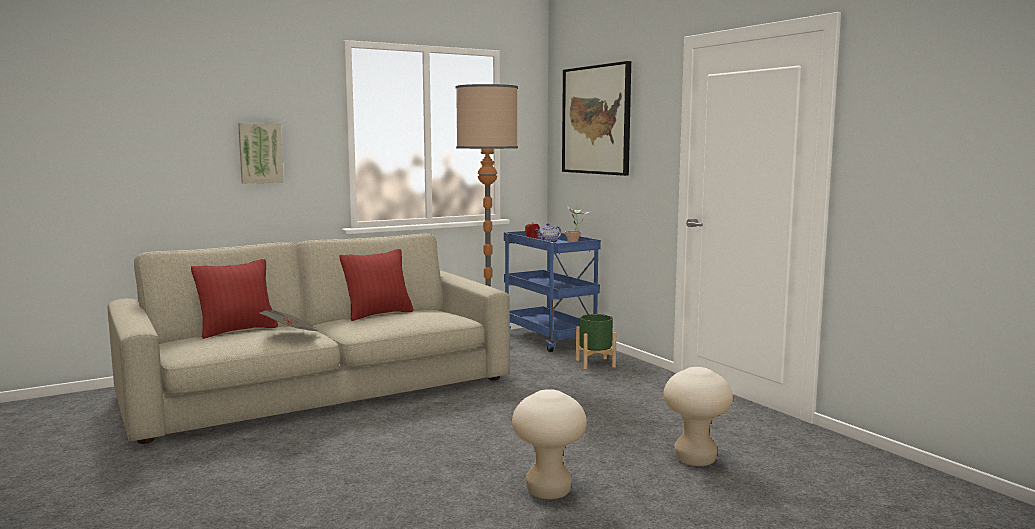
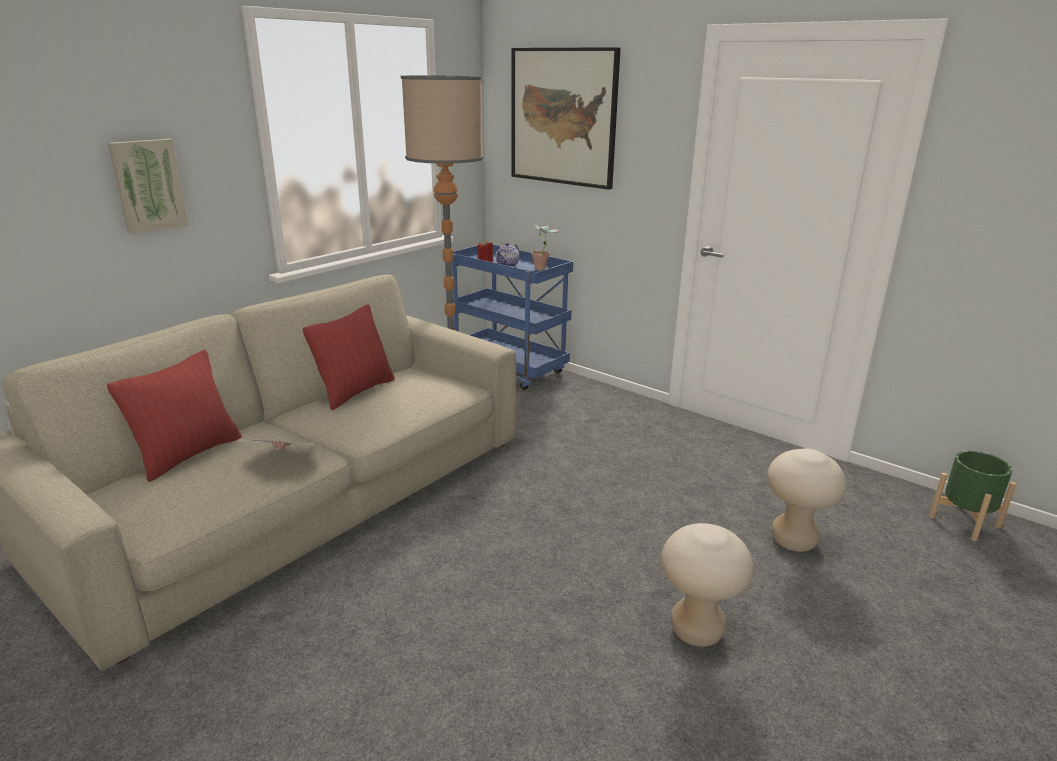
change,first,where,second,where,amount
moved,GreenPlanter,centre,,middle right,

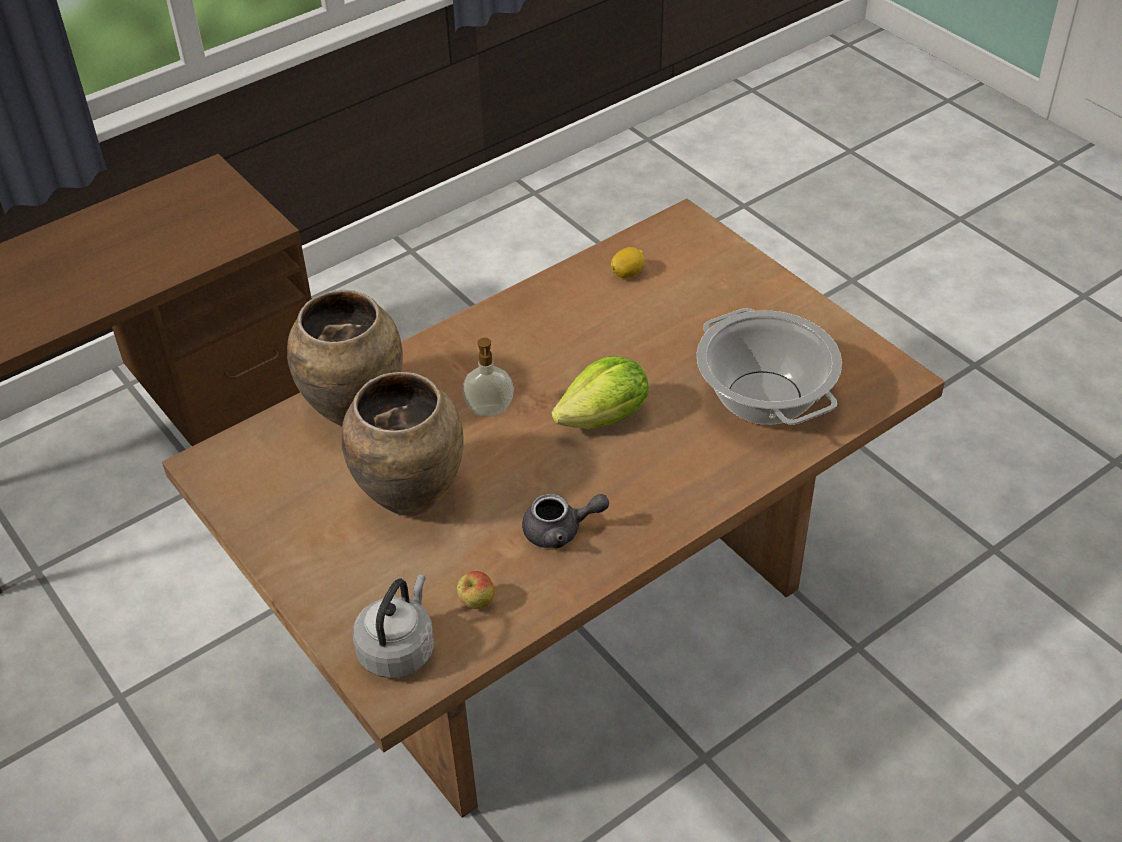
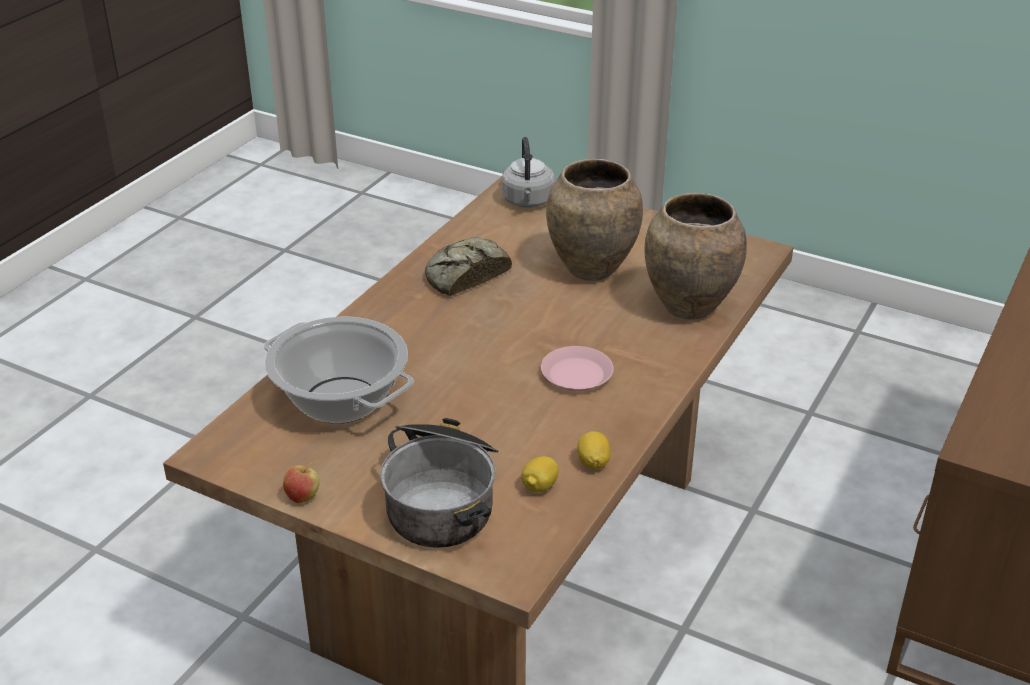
change,first,where,second,where,amount
removed,SoapDispenser,centre,,,
removed,Lettuce,centre,,,
added,,,CookingPot (2nd from left),bottom centre,
added,,,PinkPlate,centre,
added,,,Lemon (2nd from left),centre,
moved,Apple,bottom centre,,bottom left,
replaced,GreyTeapot,centre,Bread,centre,

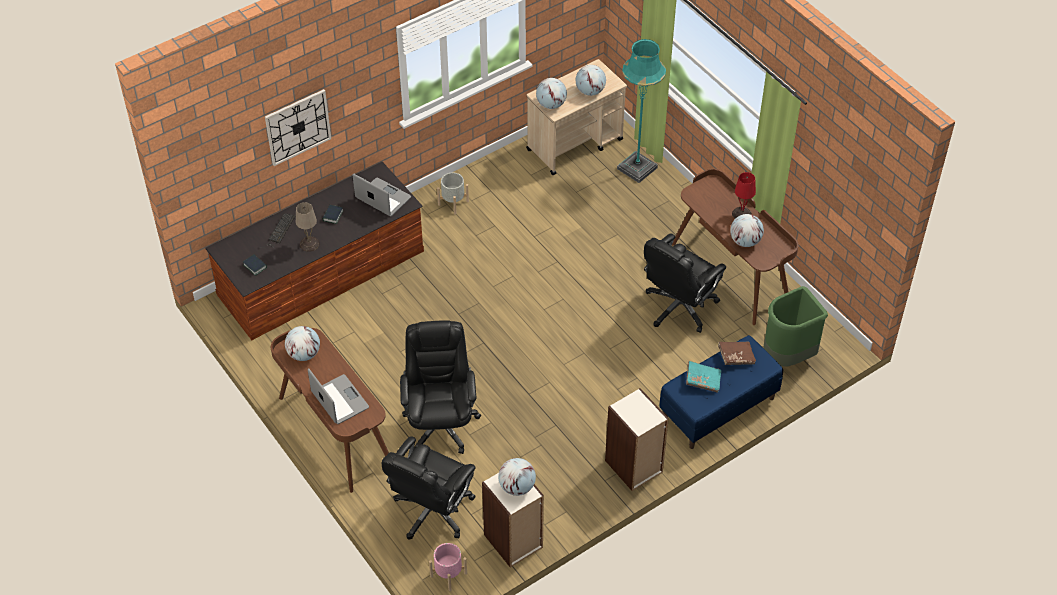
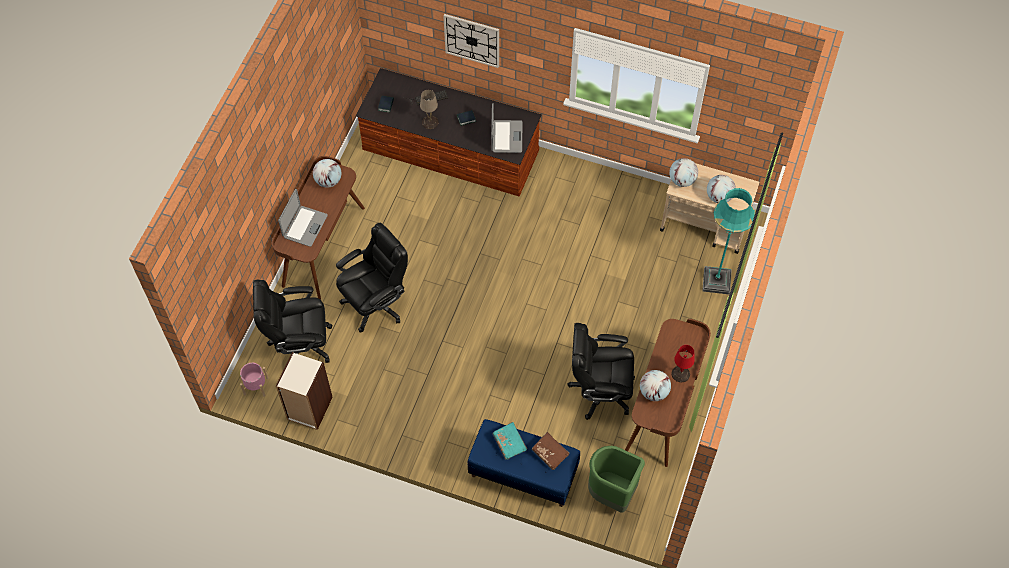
change,first,where,second,where,amount
removed,GreyPlanter,top centre,,,
removed,Globe (2nd from left),bottom centre,,,
removed,Bookcase (2nd from left),bottom centre,,,

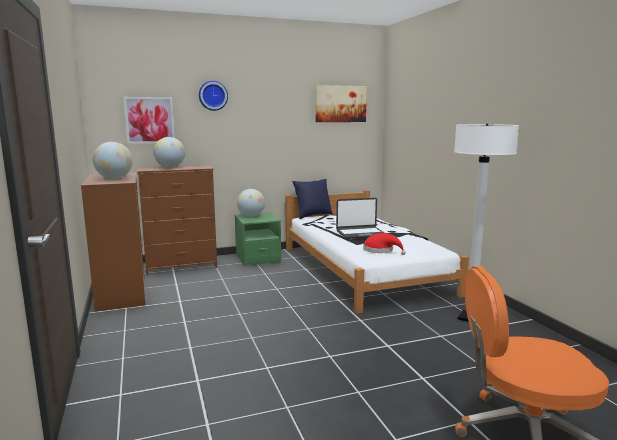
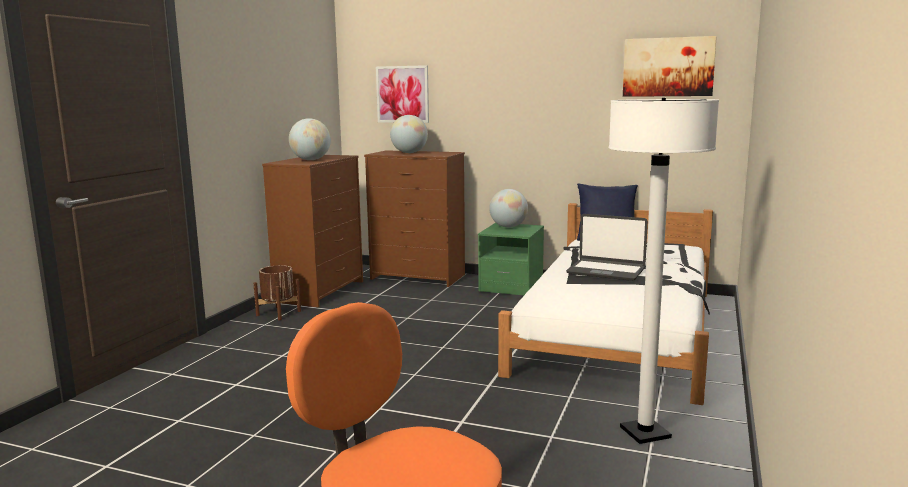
change,first,where,second,where,amount
removed,WallClock,top centre,,,
removed,RedHat,centre,,,
added,,,BrownPlanter,middle left,

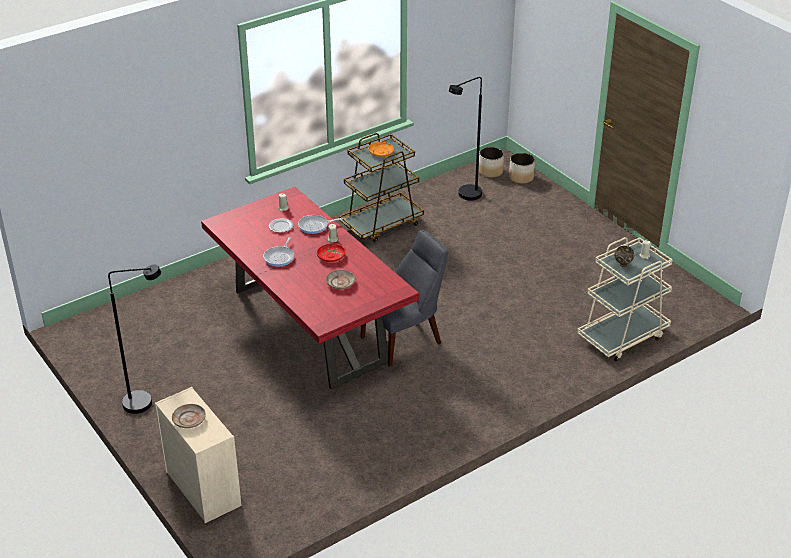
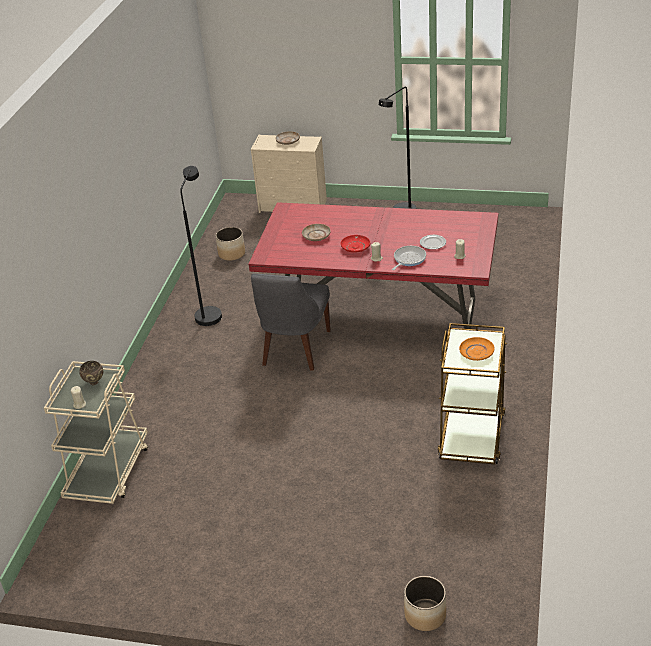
change,first,where,second,where,amount
removed,FryingPan (1st from left),centre,,,
moved,BlackFloorLamp (2nd from left in the first image),top centre,BlackFloorLamp (1st from left),middle left,
moved,Planter (1st from left),top centre,,centre,

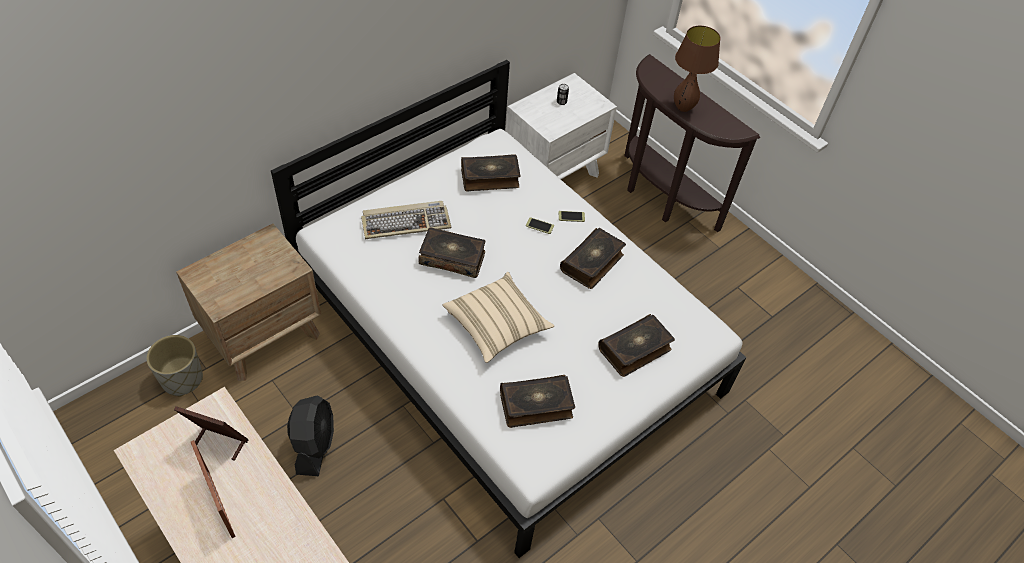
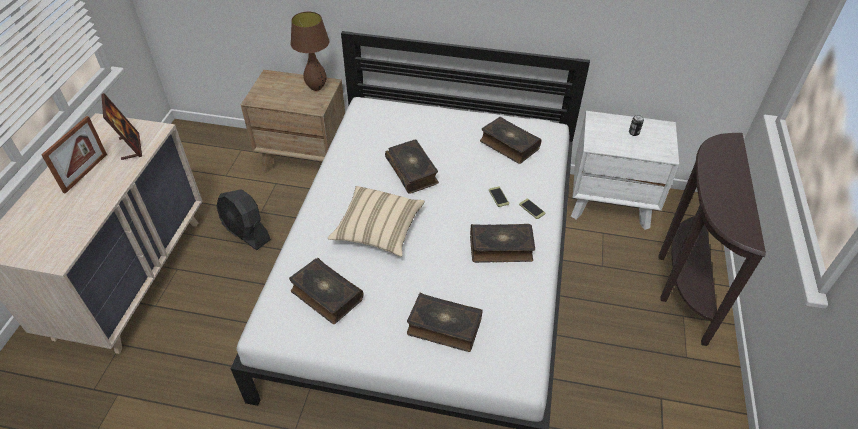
change,first,where,second,where,amount
removed,GreyPlanter,middle left,,,
removed,Keyboard,centre,,,
moved,BrownTableLamp,top right,,top centre,
turned,BlackFan,bottom left,,middle left,75 degrees clockwise

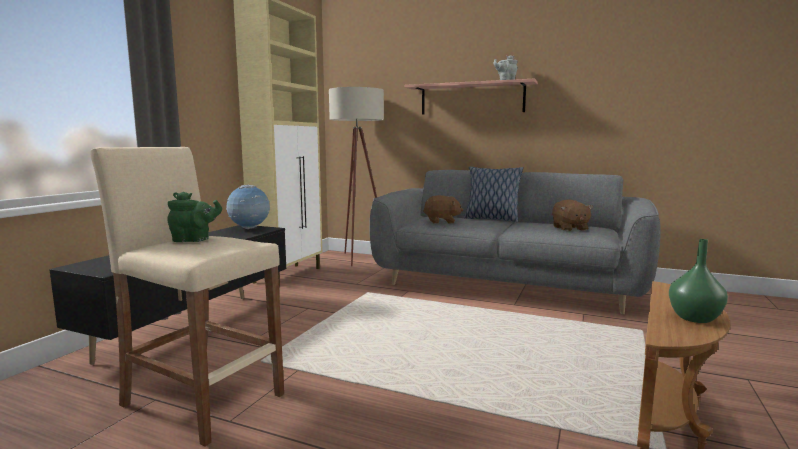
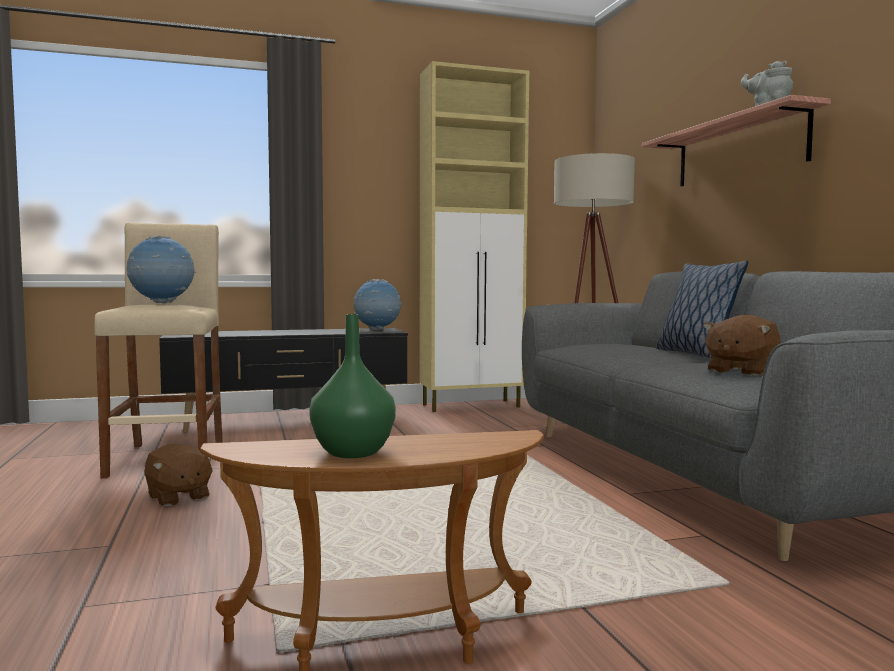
change,first,where,second,where,amount
moved,BrownPlushToy (1st from left),centre,,bottom left,
replaced,GreenTeapot,middle left,Globe (1st from left),middle left,

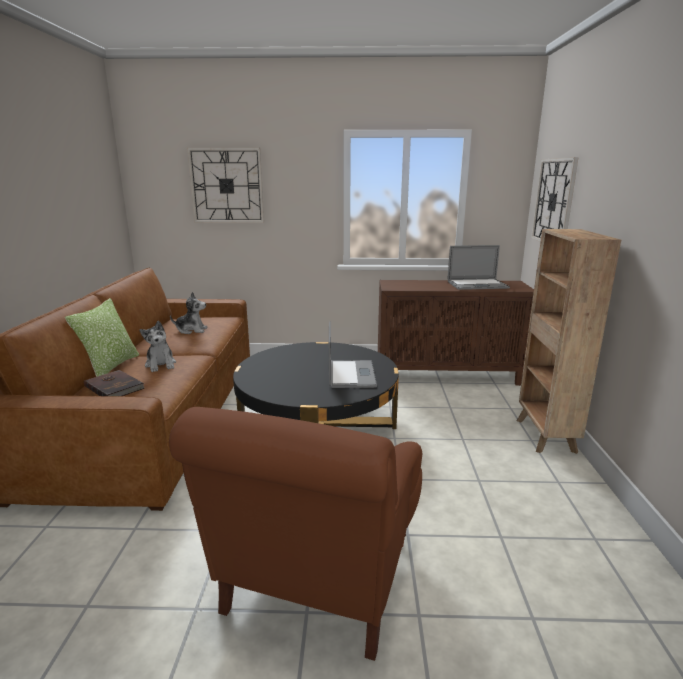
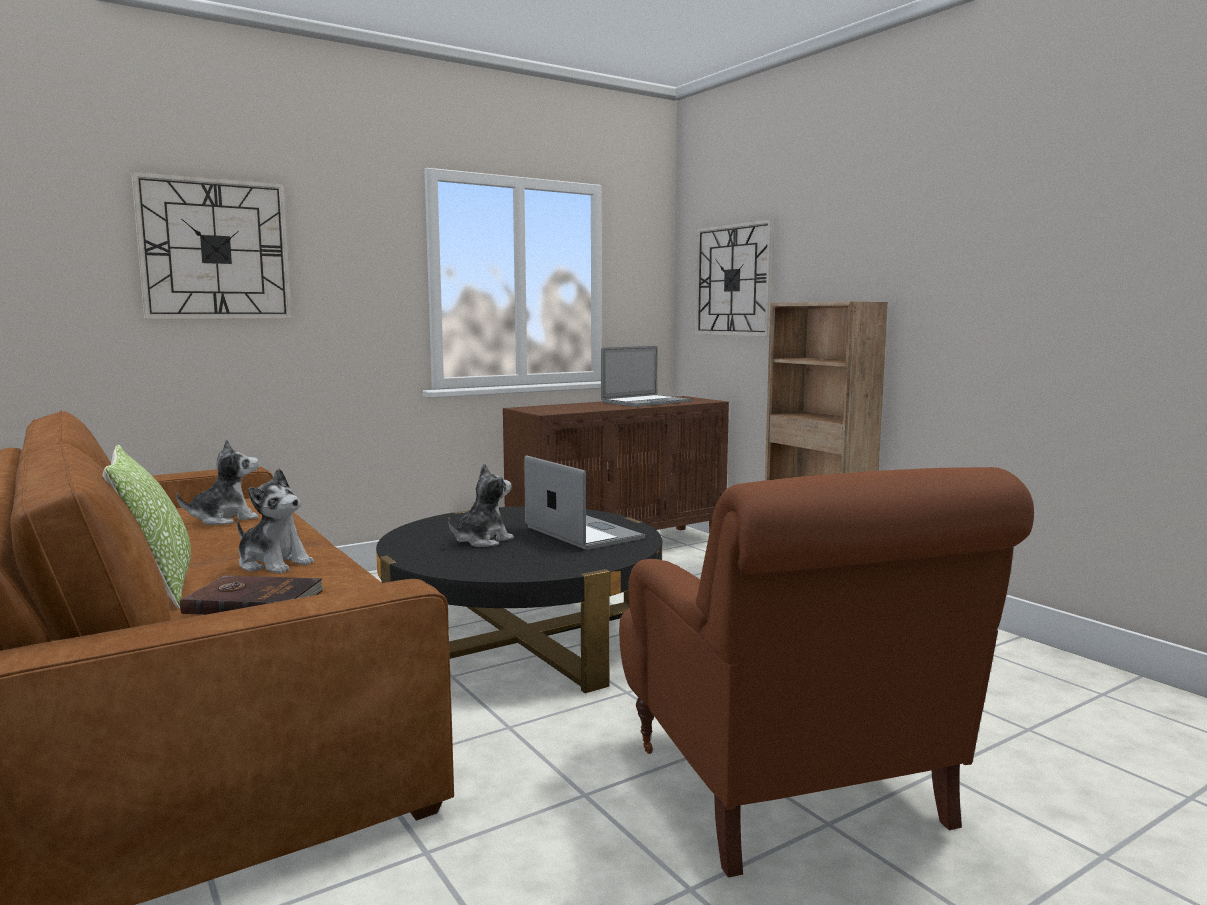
change,first,where,second,where,amount
added,,,PlushToy (3rd from left),centre,

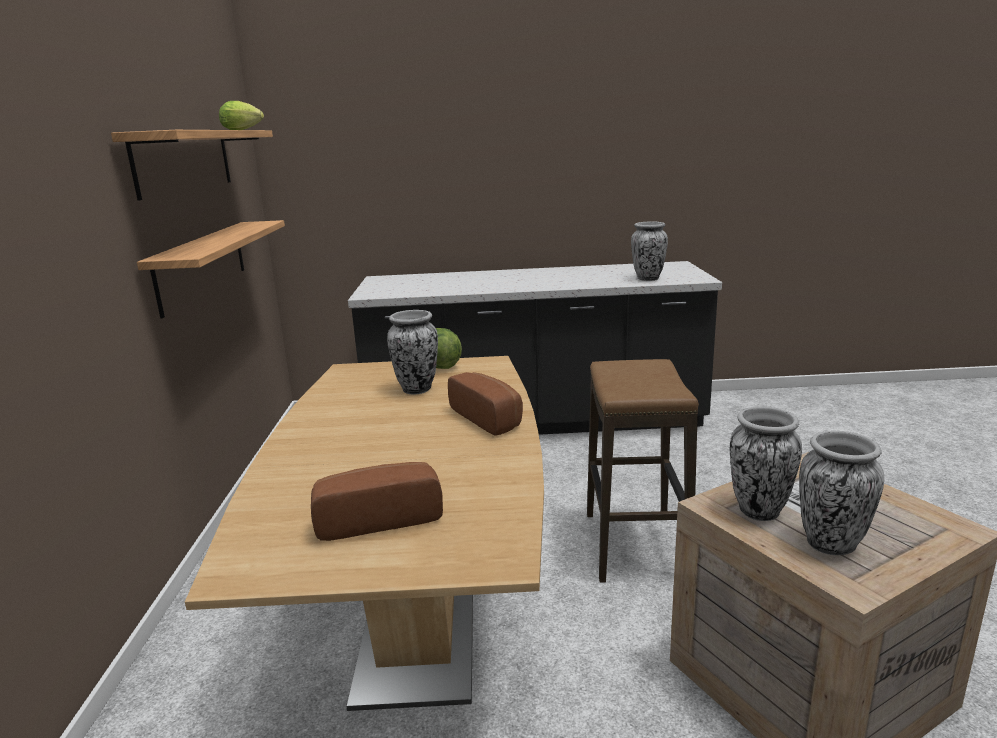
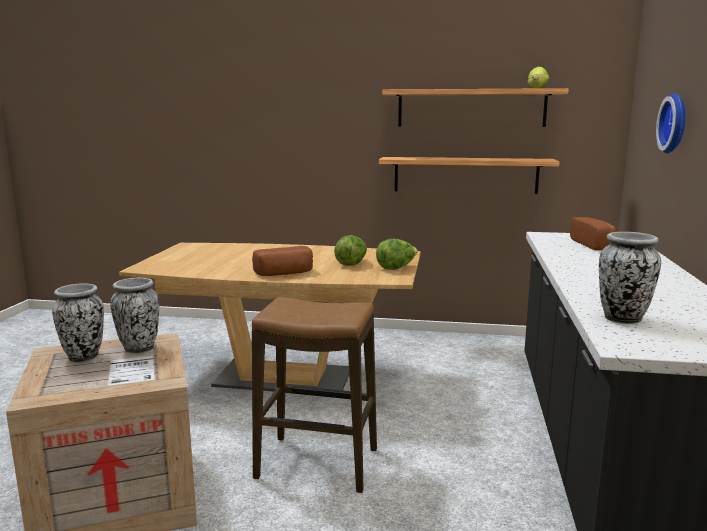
change,first,where,second,where,amount
added,,,WallClock,top right,
moved,Bread (1st from left in the first image),bottom centre,Bread (2nd from left),middle right,
replaced,Vase (1st from left),centre,Lettuce (1st from left),centre,

